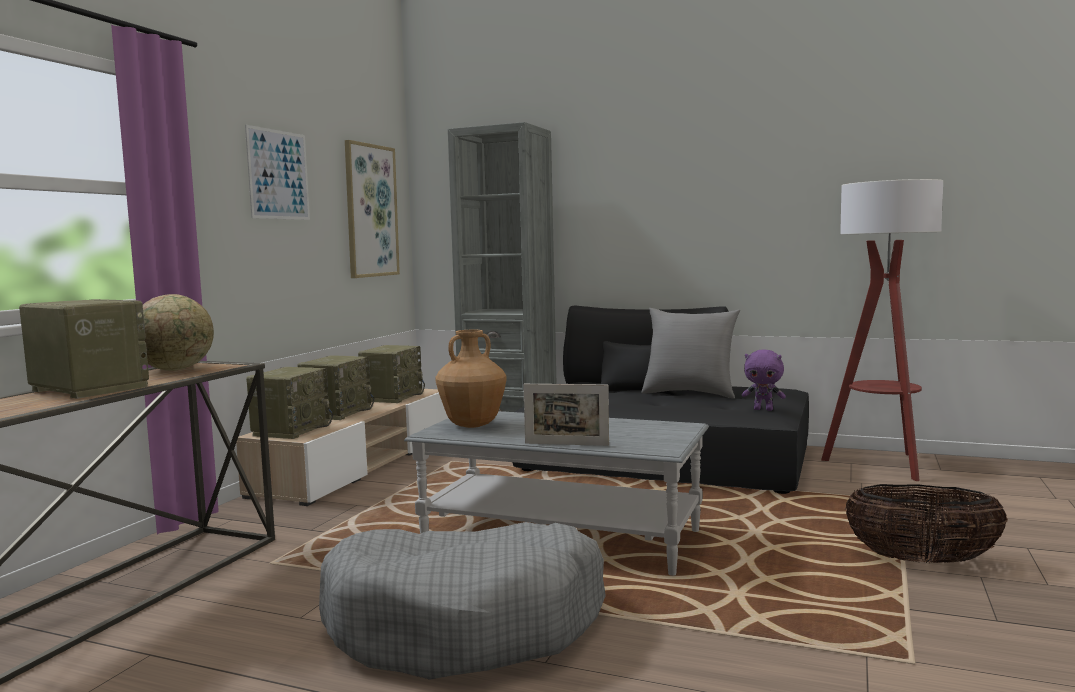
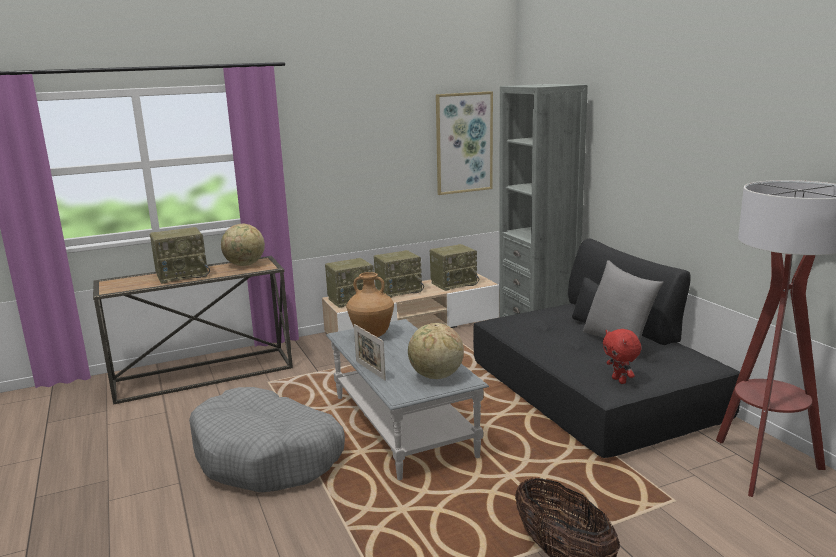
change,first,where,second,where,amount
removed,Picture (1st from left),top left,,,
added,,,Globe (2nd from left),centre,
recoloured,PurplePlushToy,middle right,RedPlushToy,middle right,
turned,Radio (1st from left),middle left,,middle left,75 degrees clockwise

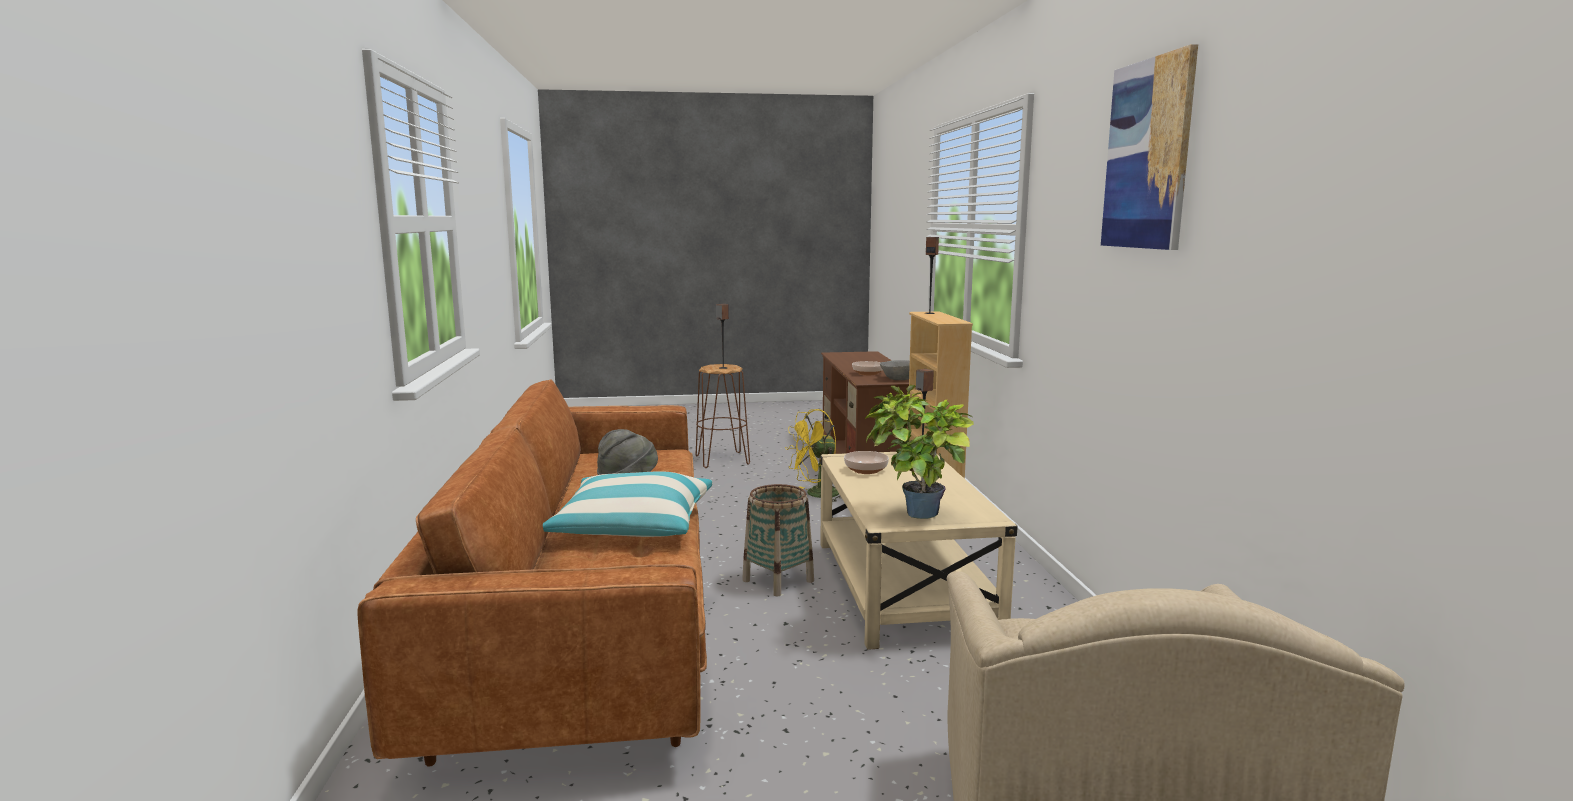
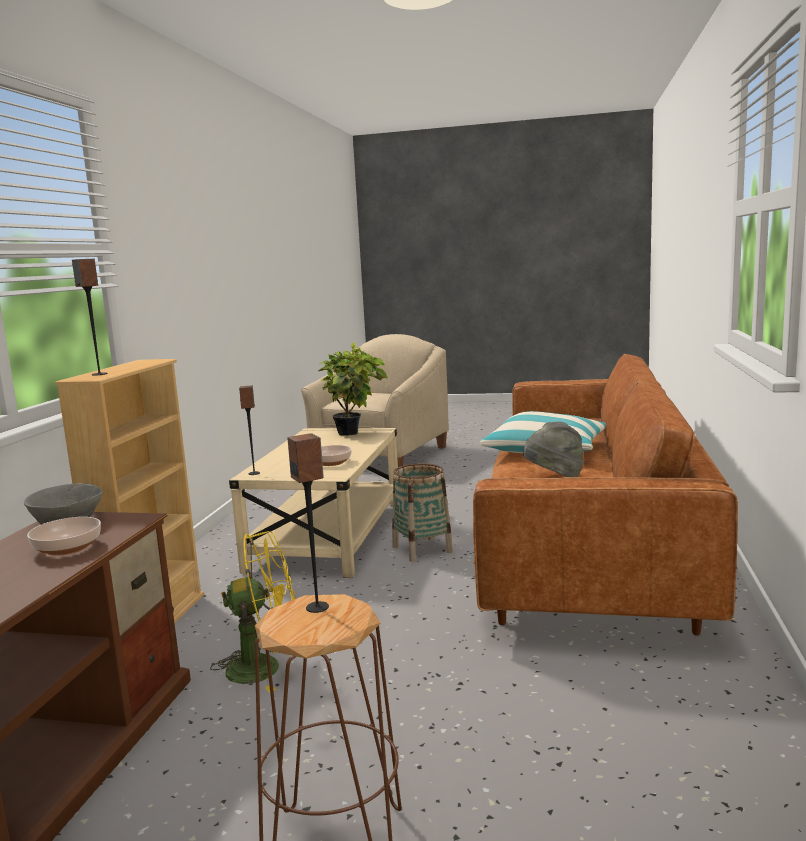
change,first,where,second,where,amount
removed,Picture,top right,,,

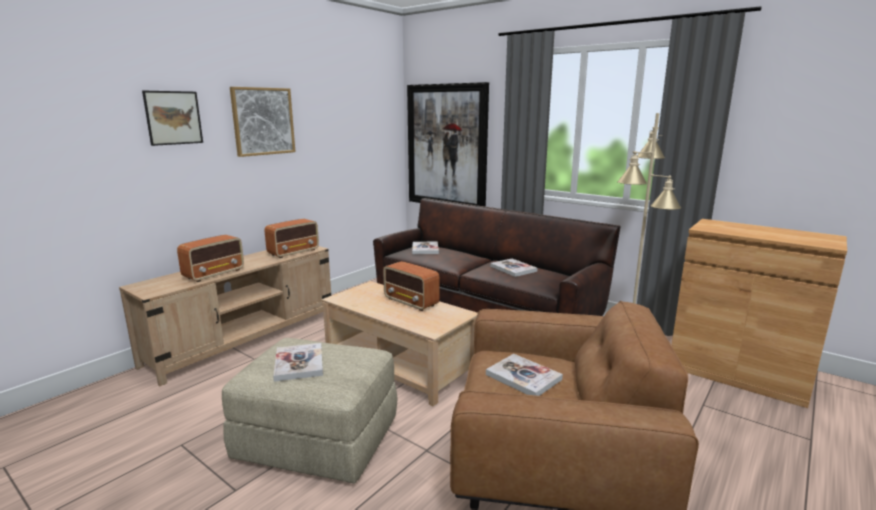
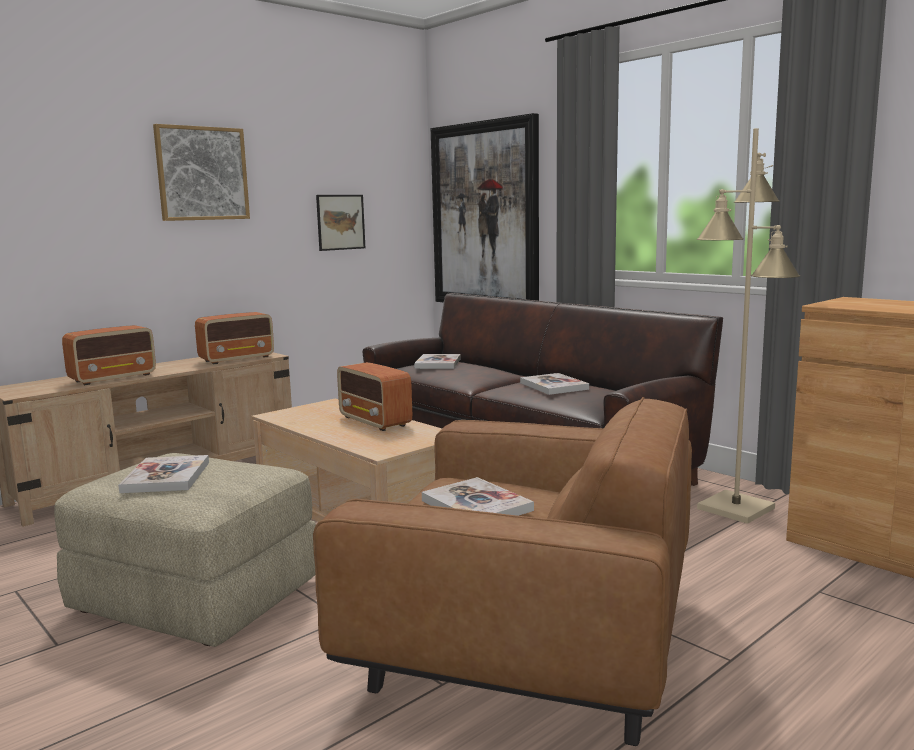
change,first,where,second,where,amount
moved,Picture (1st from left in the first image),top left,Picture (2nd from left),top centre,

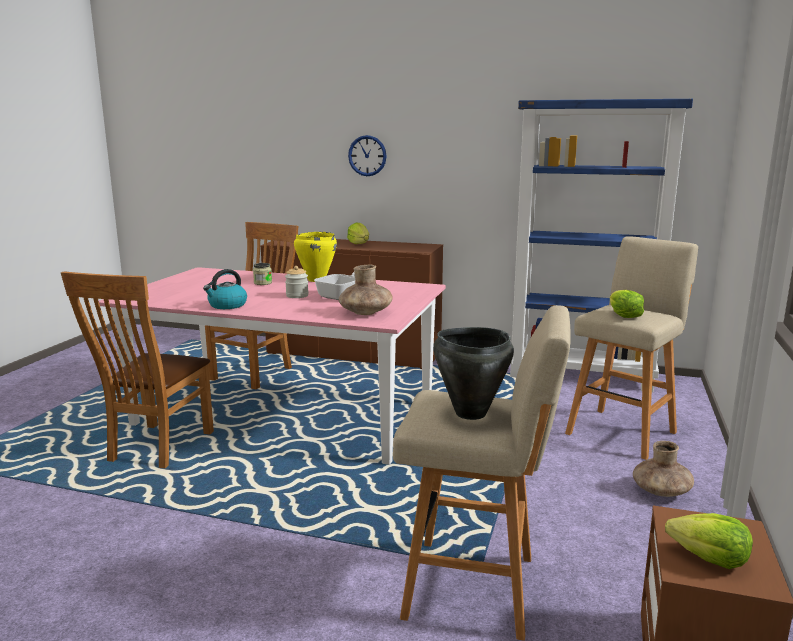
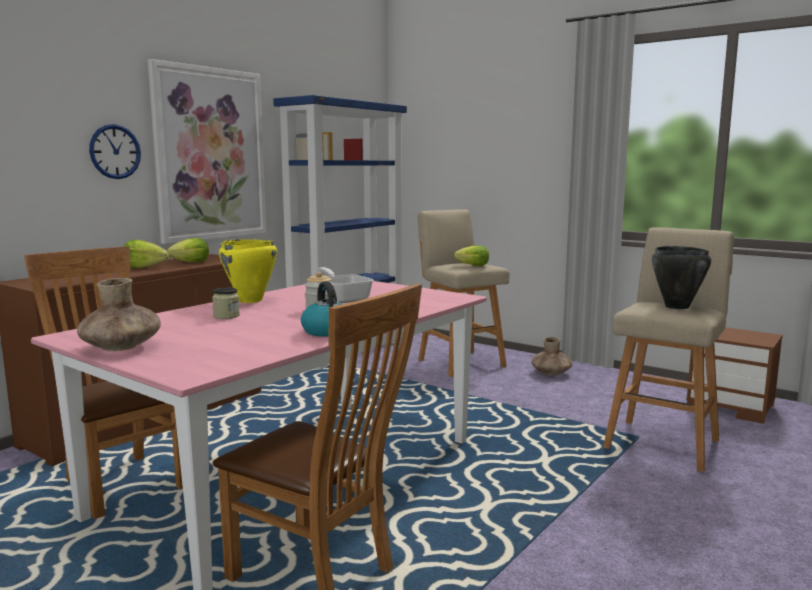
change,first,where,second,where,amount
added,,,Picture,top left,
moved,BrownVase (1st from left),centre,,middle left,
moved,Lettuce (3rd from left in the first image),bottom right,Lettuce (2nd from left),middle left,

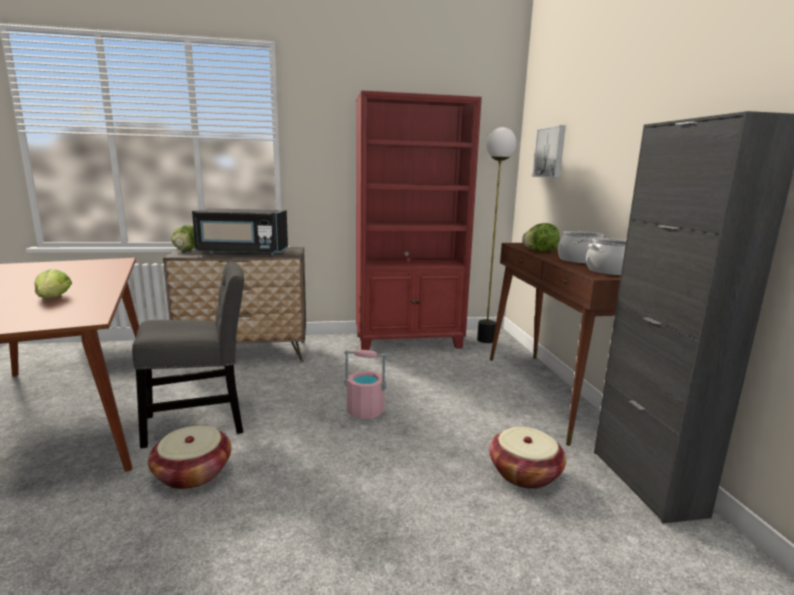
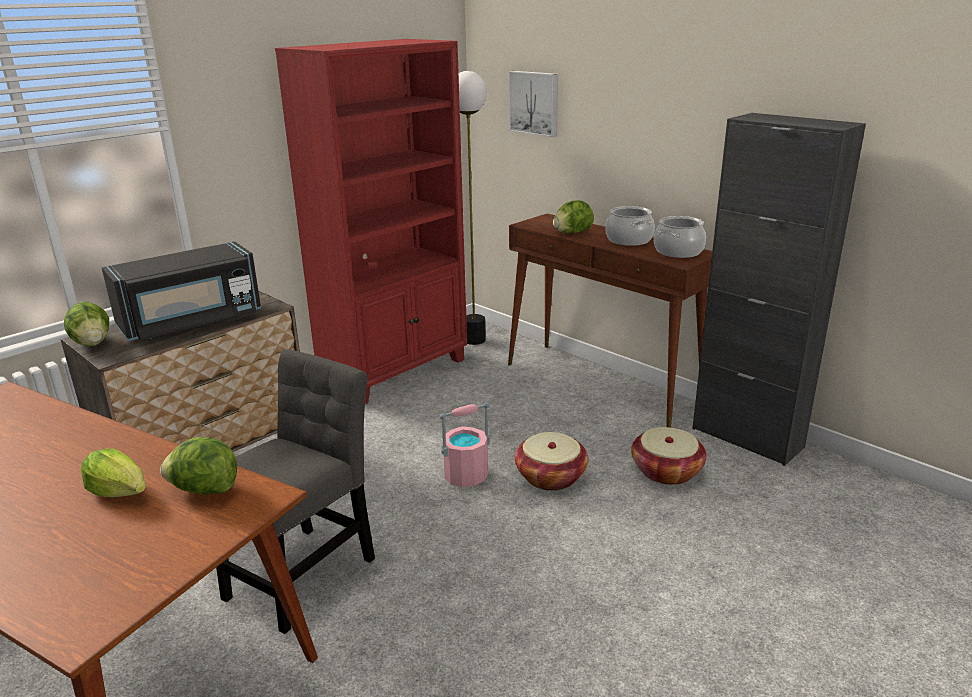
change,first,where,second,where,amount
added,,,Lettuce (3rd from left),bottom left,
moved,Basket (1st from left),bottom left,,centre,

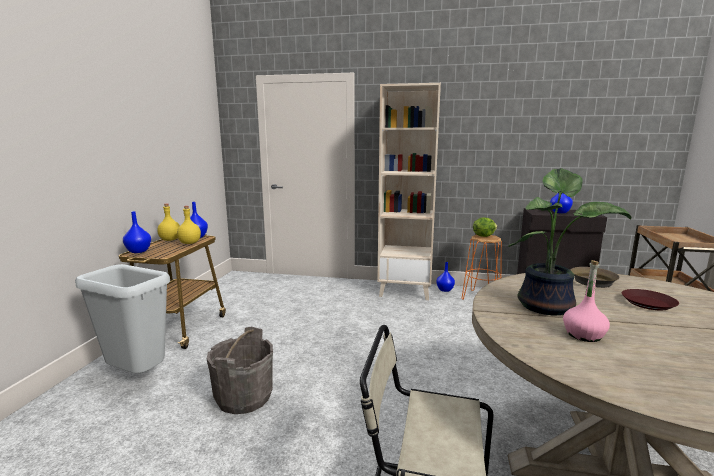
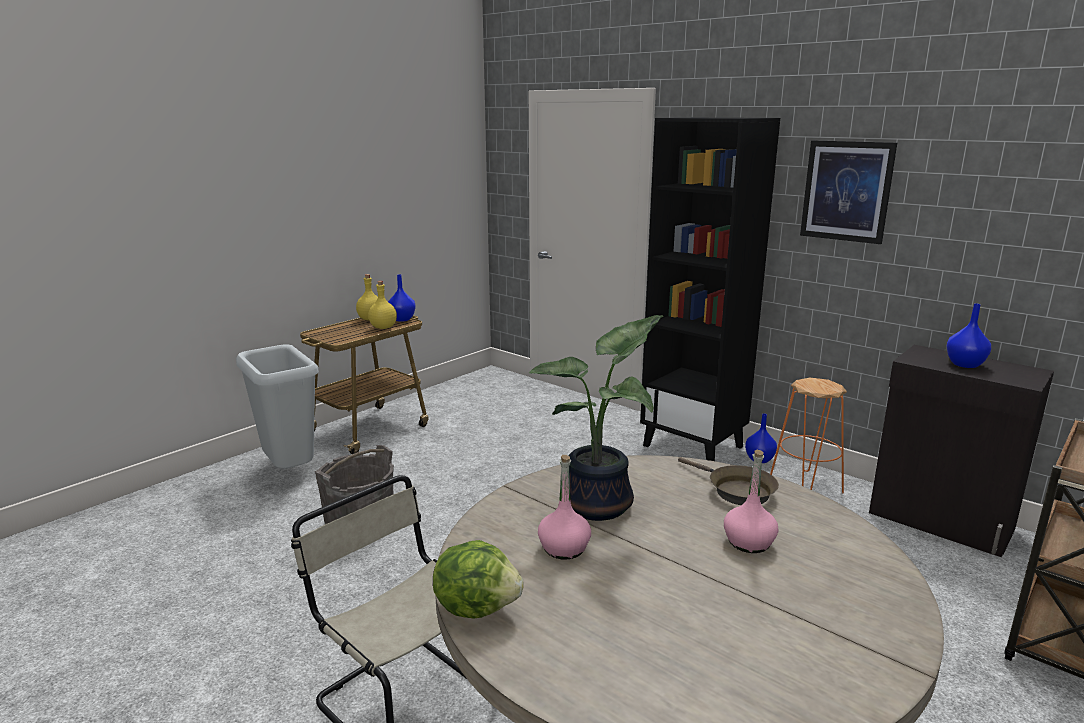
change,first,where,second,where,amount
removed,BlueVase (1st from left),middle left,,,
added,,,Picture,top right,
moved,Lettuce,middle right,,bottom centre,
replaced,BrownPlate,middle right,PinkBottle (2nd from left),bottom right,
recoloured,BeigeBookcase,centre,BlackBookcase,centre,

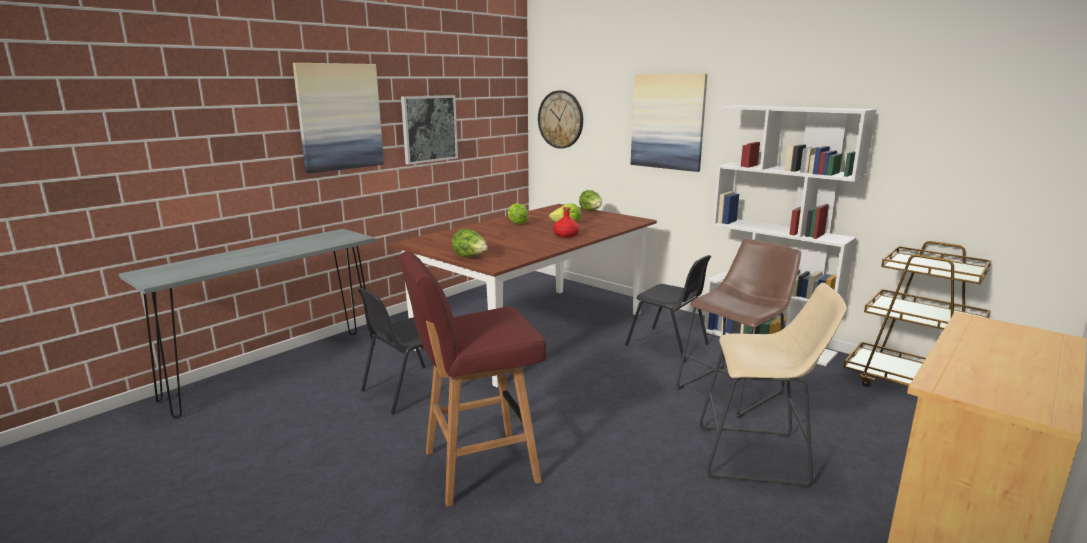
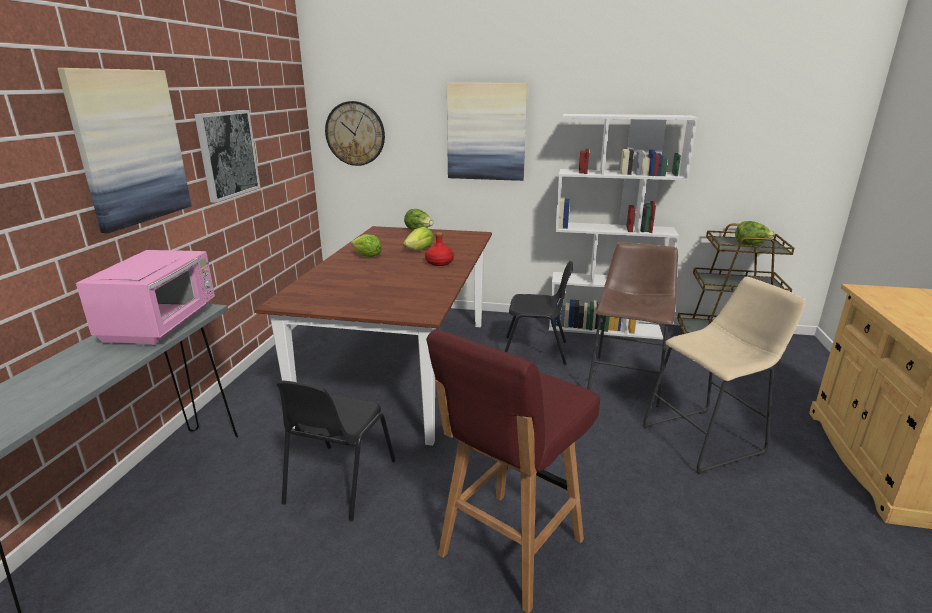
change,first,where,second,where,amount
added,,,PinkMicrowave,middle left,
moved,Lettuce (1st from left in the first image),centre,Lettuce (4th from left),middle right,

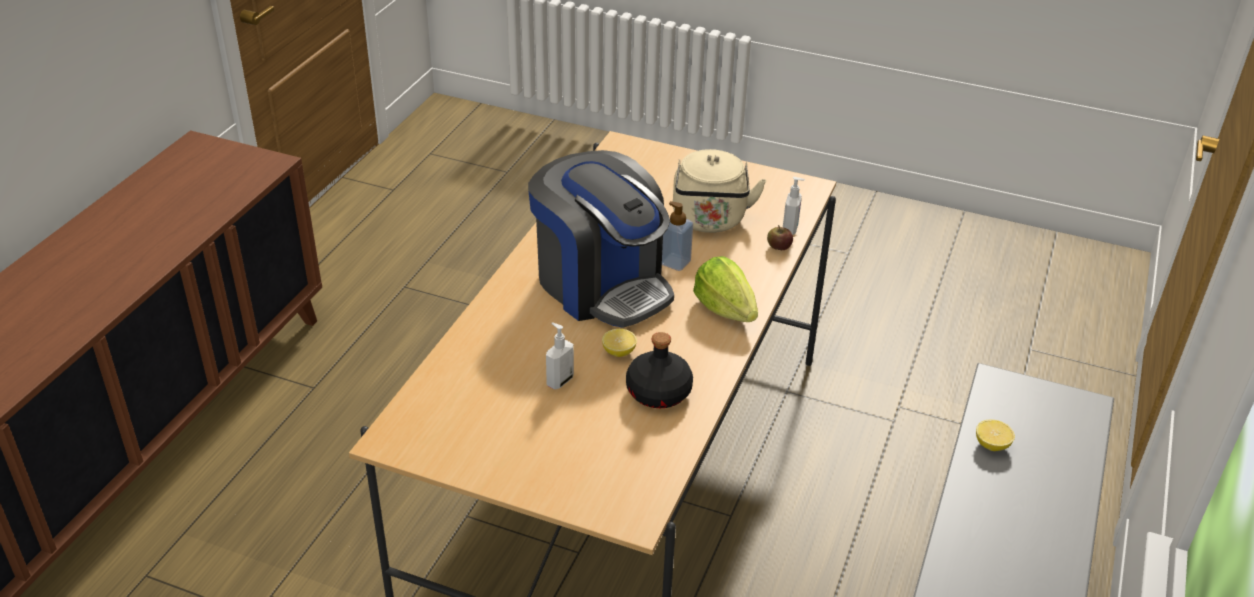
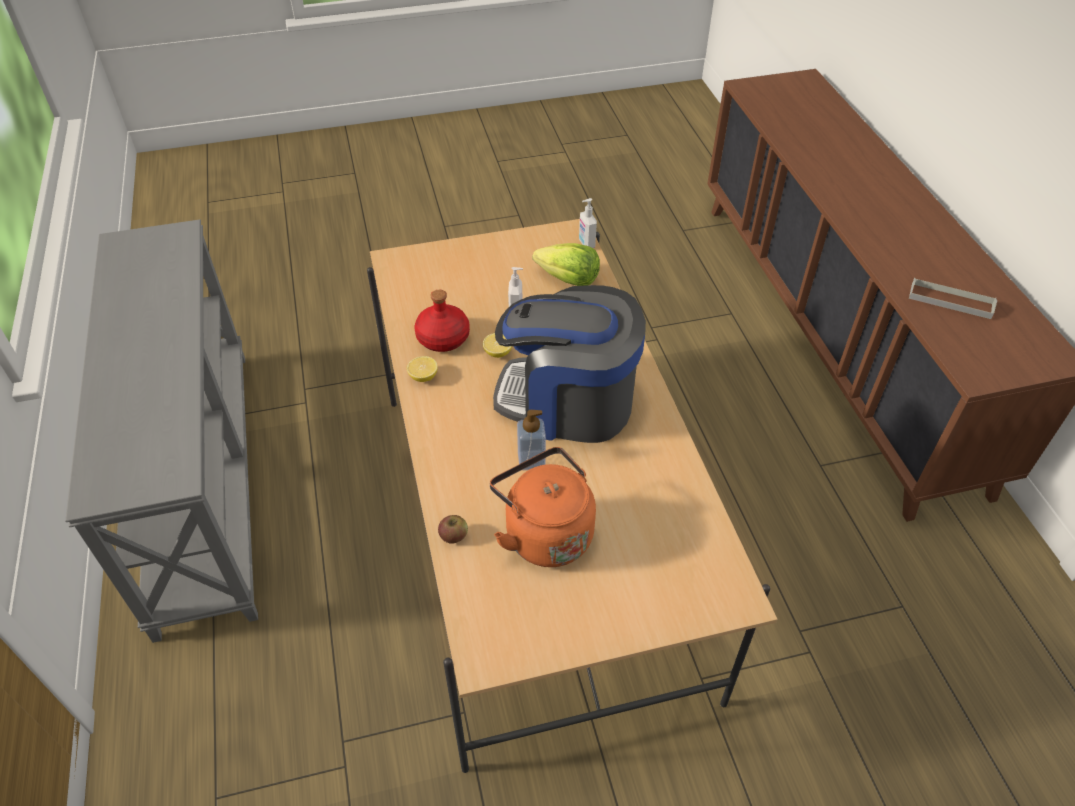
change,first,where,second,where,amount
added,,,GreyTray,middle right,
moved,Lettuce,centre,,top centre,
moved,SoapDispenser (3rd from left),centre,,top centre,
moved,Lemon (2nd from left in the first image),bottom right,Lemon (1st from left),centre,
recoloured,BlackBottle,centre,RedBottle,centre,
recoloured,BeigeKettle,top centre,OrangeKettle,centre,

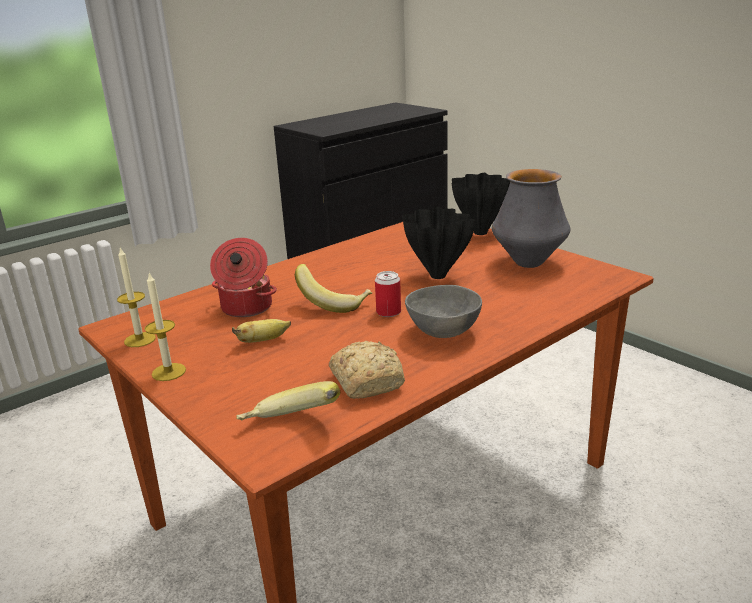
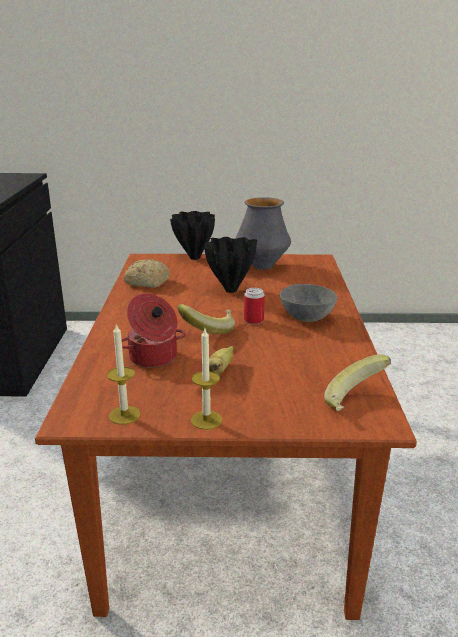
change,first,where,second,where,amount
moved,Bread,centre,,middle left,

